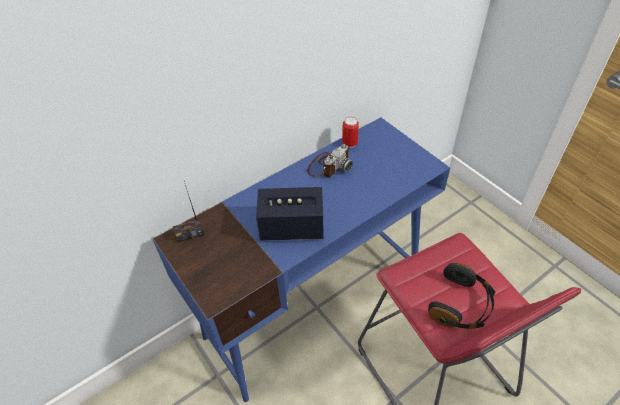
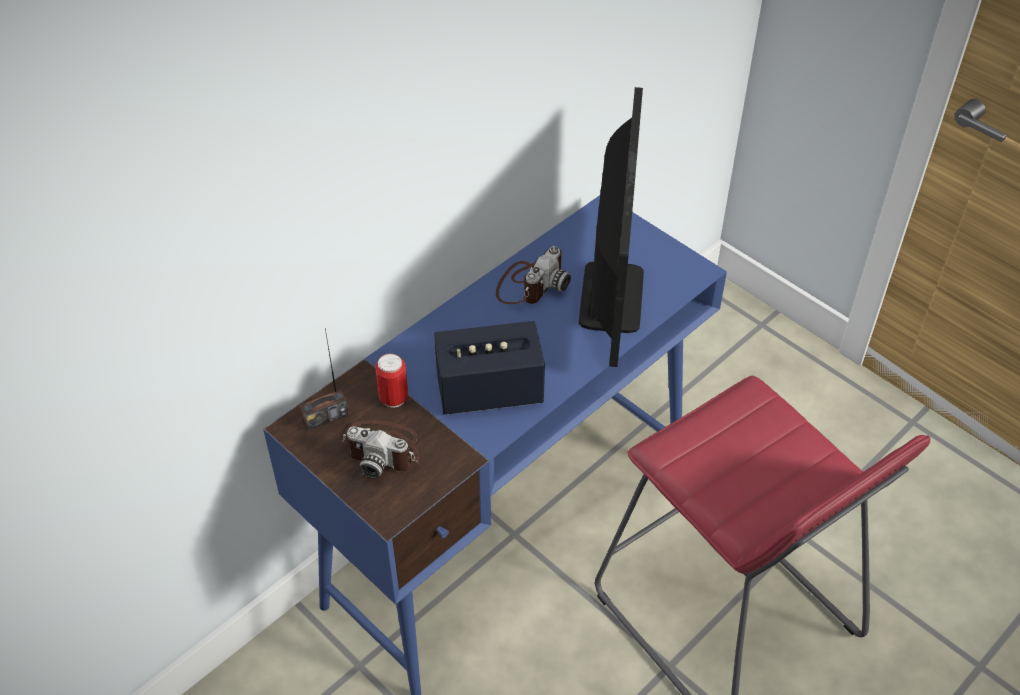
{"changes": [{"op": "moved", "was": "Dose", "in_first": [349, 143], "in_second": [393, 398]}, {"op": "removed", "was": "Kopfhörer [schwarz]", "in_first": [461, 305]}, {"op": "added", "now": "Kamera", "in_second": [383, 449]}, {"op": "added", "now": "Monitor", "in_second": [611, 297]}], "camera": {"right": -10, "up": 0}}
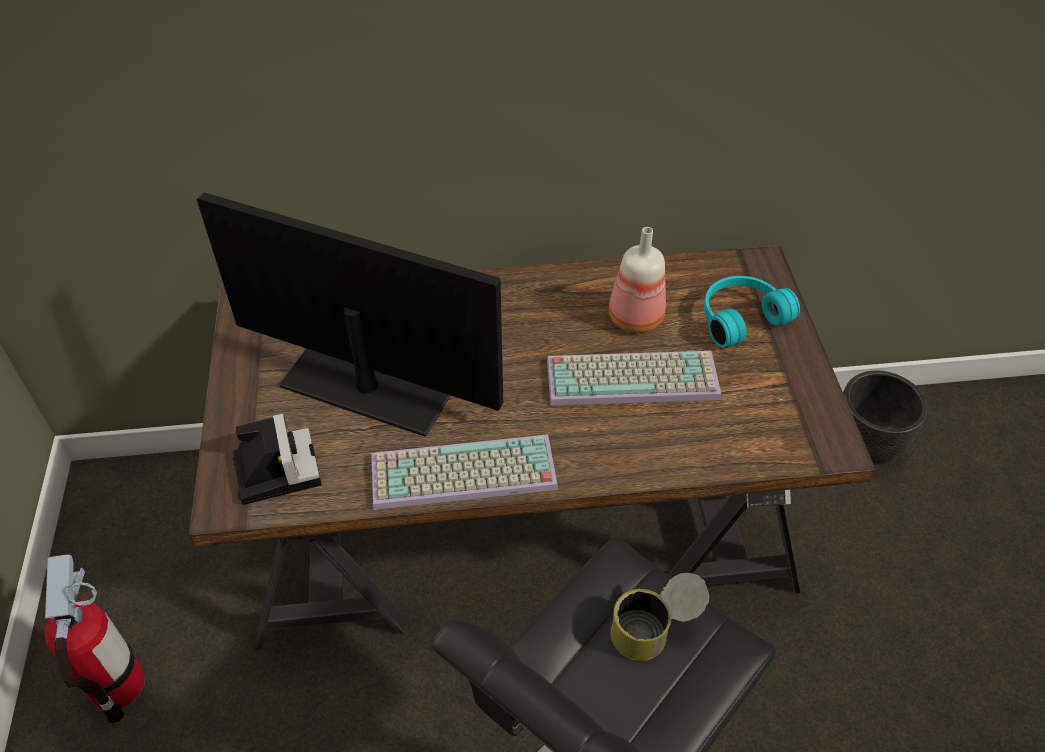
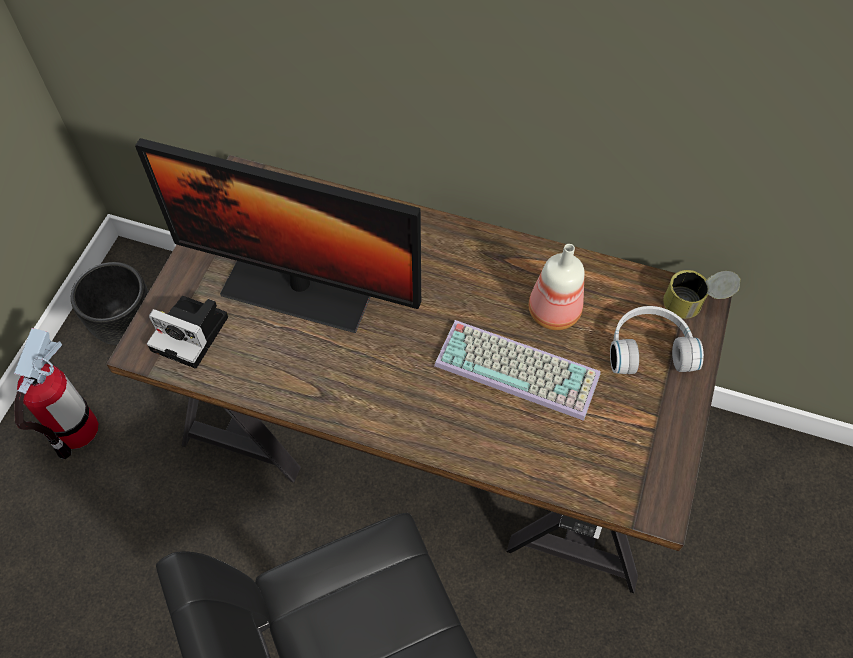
{"changes": [{"op": "turned", "was": "Monitor", "in_first": [369, 384], "in_second": [299, 288], "clockwise": 150}, {"op": "turned", "was": "Kamera", "in_first": [276, 468], "in_second": [193, 333], "clockwise": 105}, {"op": "removed", "was": "Tastatur", "in_first": [461, 476]}, {"op": "moved", "was": "Dose", "in_first": [655, 630], "in_second": [694, 304]}, {"op": "recoloured", "was": "Kopfhörer [türkis]", "now": "Kopfhörer [weiß]", "in_first": [739, 317], "in_second": [649, 347]}, {"op": "moved", "was": "Pflanzkübel [schwarz]", "in_first": [864, 445], "in_second": [126, 325]}], "camera": {"right": 25, "up": 10}}
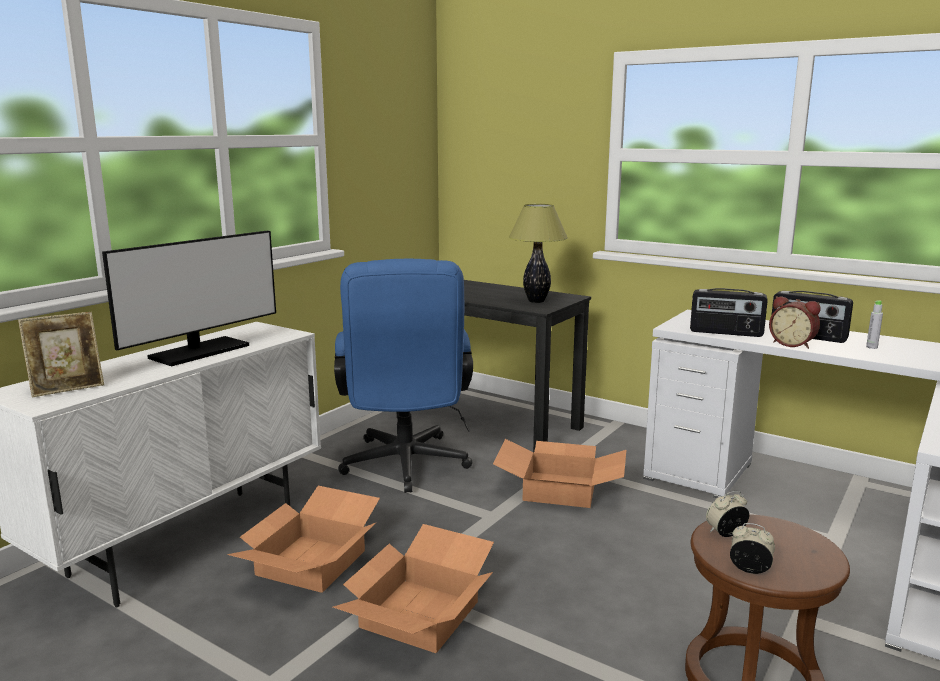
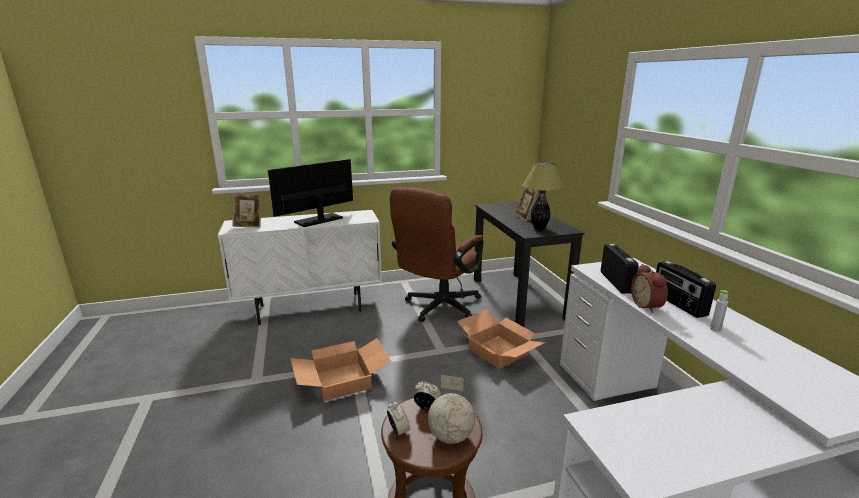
{"changes": [{"op": "turned", "was": "Monitor", "in_first": [200, 352], "in_second": [319, 220], "clockwise": 150}, {"op": "removed", "was": "Karton", "in_first": [310, 561]}, {"op": "recoloured", "was": "Bürostuhl [blau]", "now": "Bürostuhl [braun]", "in_first": [405, 468], "in_second": [438, 308]}, {"op": "turned", "was": "Radio", "in_first": [726, 333], "in_second": [616, 282], "clockwise": -150}, {"op": "added", "now": "Globus", "in_second": [450, 436]}, {"op": "added", "now": "Bilderrahmen", "in_second": [524, 217]}], "camera": {"right": 40, "up": 5}}
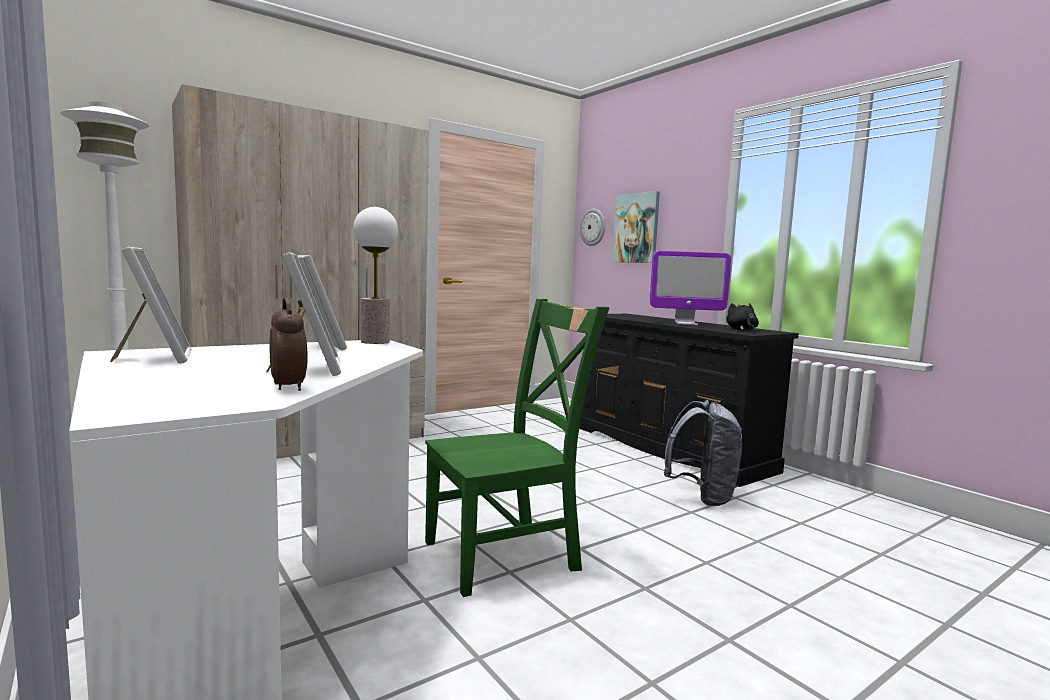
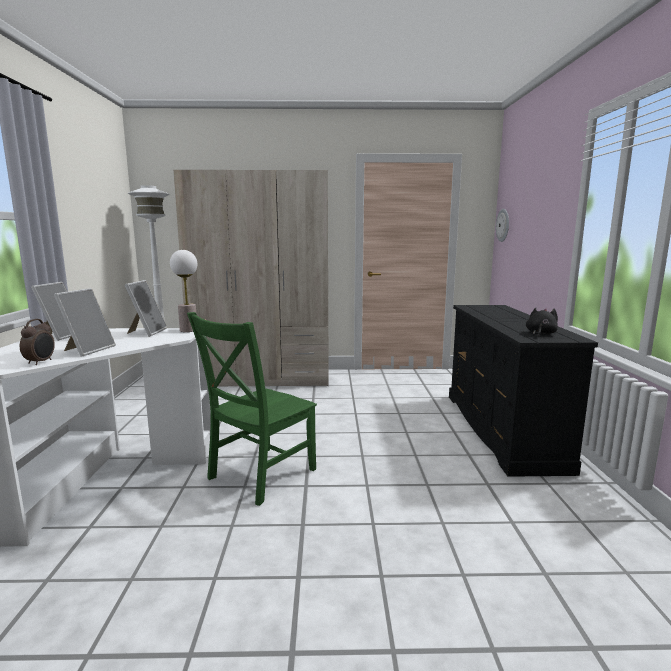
{"changes": [{"op": "turned", "was": "Stuhl [grün]", "in_first": [507, 554], "in_second": [259, 475], "clockwise": 120}, {"op": "removed", "was": "Bild", "in_first": [636, 228]}, {"op": "removed", "was": "Monitor", "in_first": [685, 324]}, {"op": "removed", "was": "Rucksack [grau]", "in_first": [702, 497]}], "camera": {"right": 35, "up": 5}}
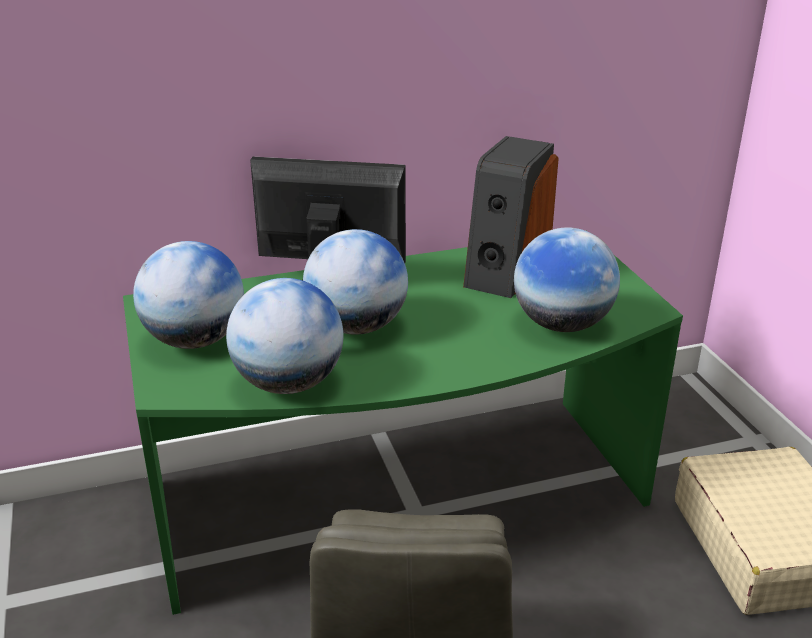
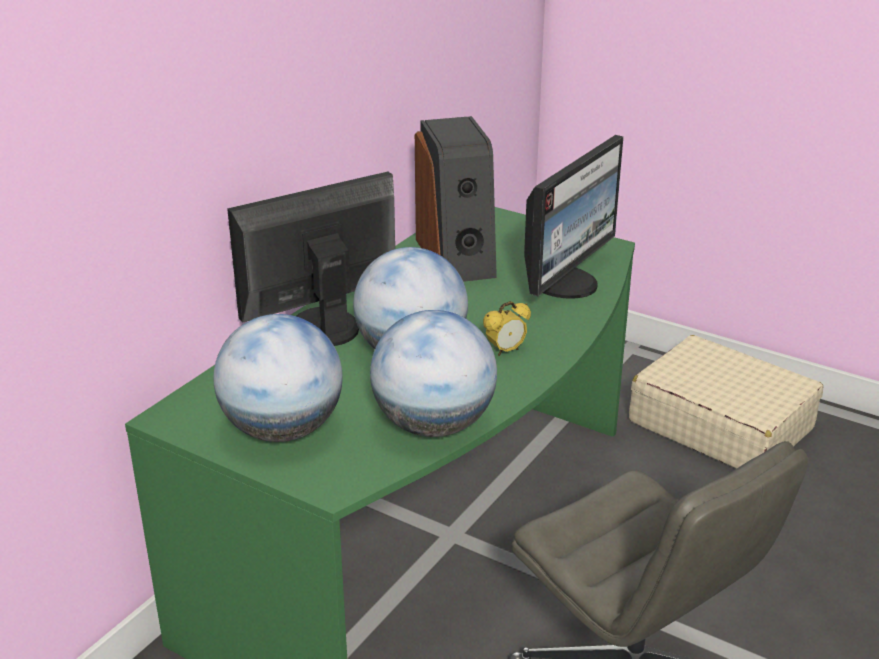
{"changes": [{"op": "replaced", "was": "Globus", "now": "Monitor", "in_first": [561, 324], "in_second": [566, 283]}, {"op": "added", "now": "Wecker", "in_second": [505, 351]}], "camera": {"right": -40, "up": 0}}
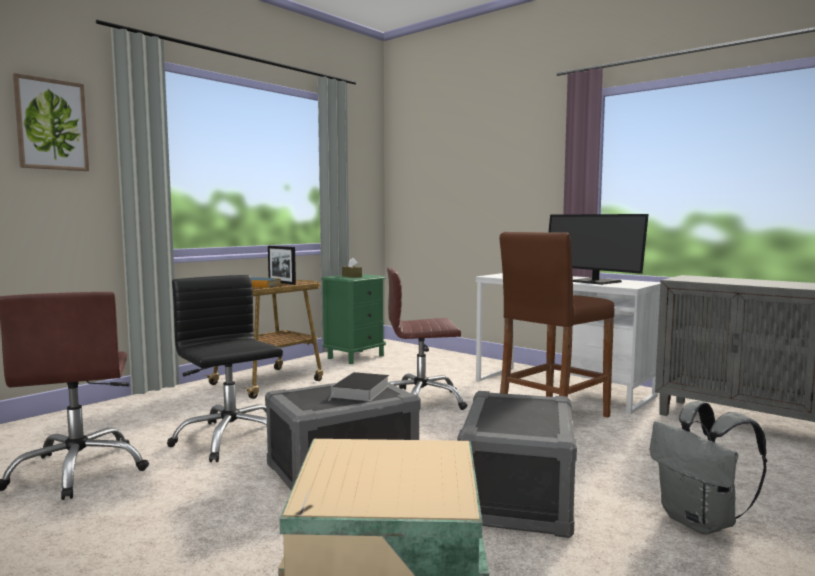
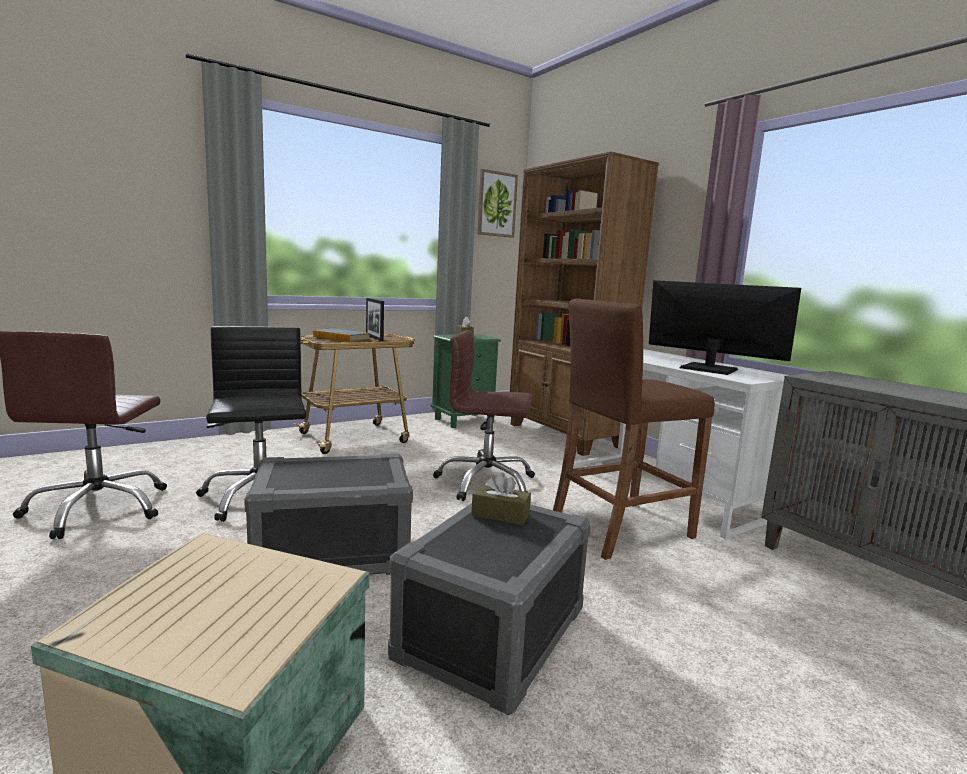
{"changes": [{"op": "moved", "was": "Bild", "in_first": [51, 125], "in_second": [496, 204]}, {"op": "removed", "was": "Buch", "in_first": [360, 391]}, {"op": "turned", "was": "Monitor", "in_first": [595, 282], "in_second": [709, 368], "clockwise": 150}, {"op": "removed", "was": "Rucksack [grau]", "in_first": [701, 522]}, {"op": "added", "now": "Taschentuchbox [braun]", "in_second": [500, 515]}, {"op": "added", "now": "Bücherregal [braun]", "in_second": [564, 436]}], "camera": {"right": 15, "up": 5}}
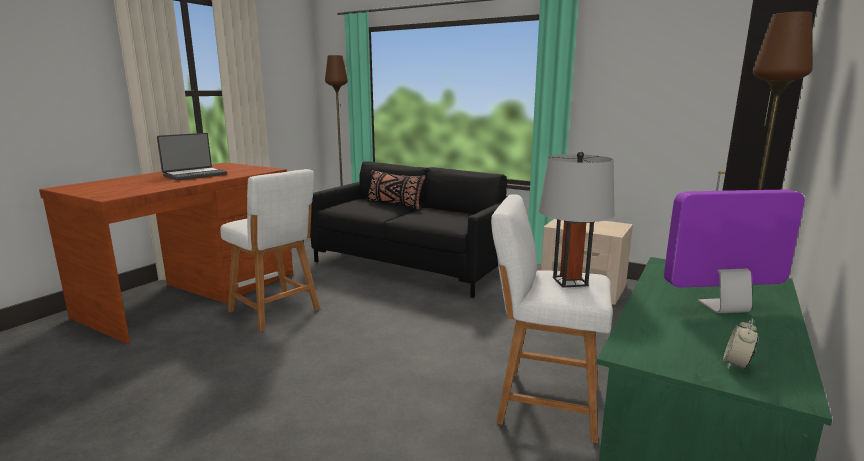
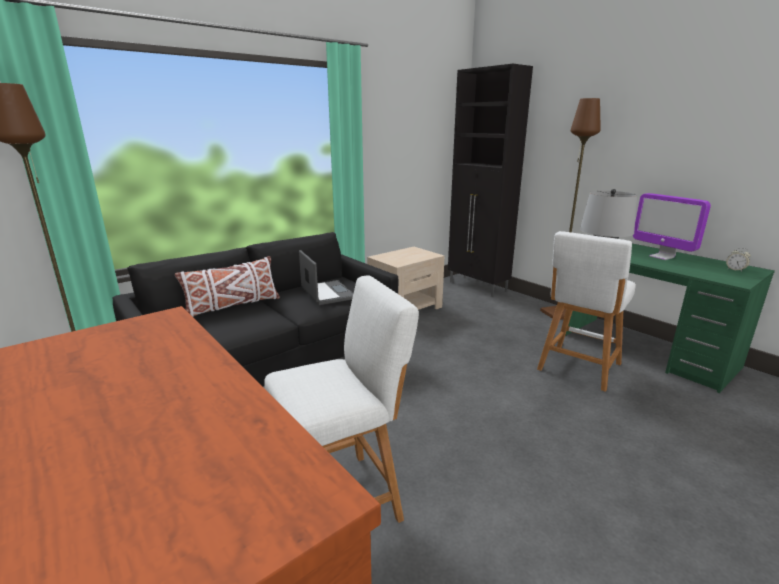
{"changes": [{"op": "moved", "was": "Laptop", "in_first": [195, 175], "in_second": [326, 294]}, {"op": "recoloured", "was": "Kissen [schwarz]", "now": "Kissen [weiß]", "in_first": [394, 204], "in_second": [233, 306]}, {"op": "turned", "was": "Monitor", "in_first": [723, 308], "in_second": [661, 257], "clockwise": -45}], "camera": {"right": -70, "up": 5}}
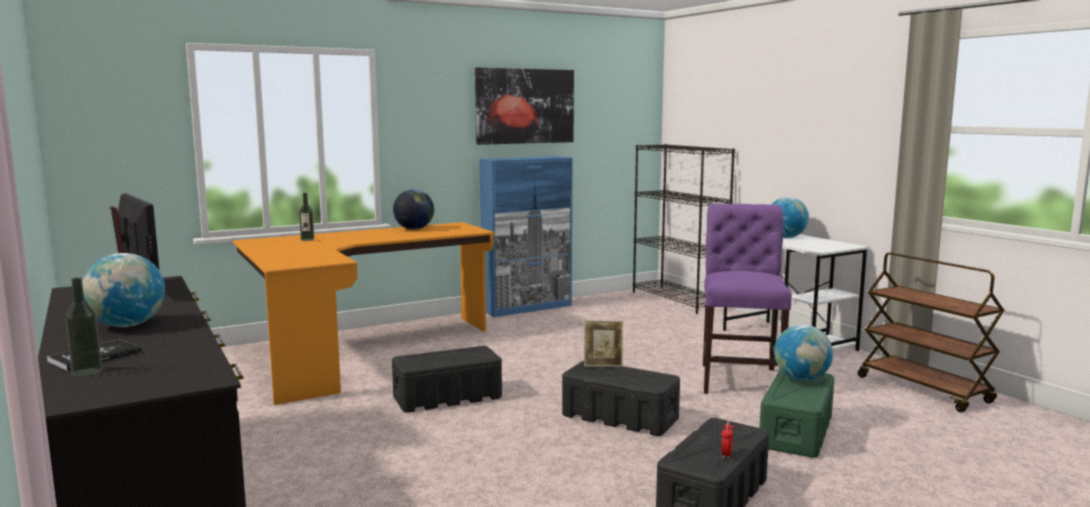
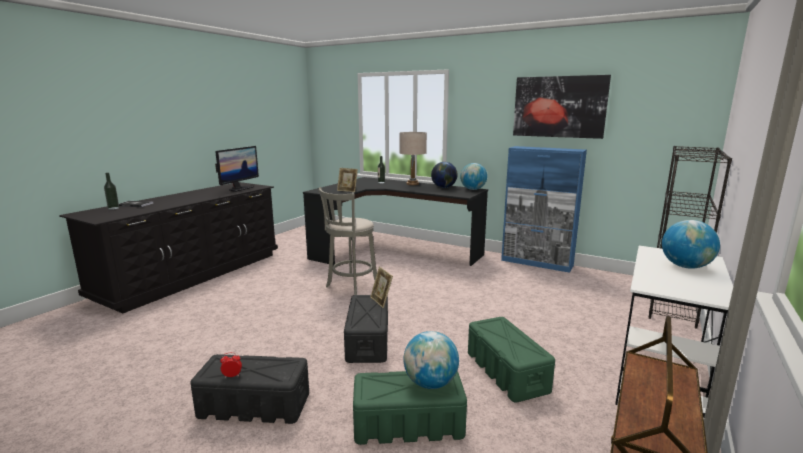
{"changes": [{"op": "moved", "was": "Globus", "in_first": [127, 325], "in_second": [473, 189]}, {"op": "recoloured", "was": "Schreibtisch [orange]", "now": "Schreibtisch [schwarz]", "in_first": [359, 351], "in_second": [393, 251]}, {"op": "replaced", "was": "Aufbewahrungsbox [schwarz]", "now": "Hocker [grau]", "in_first": [446, 397], "in_second": [350, 287]}, {"op": "replaced", "was": "Stuhl [lila]", "now": "Aufbewahrungsbox [grün]", "in_first": [741, 378], "in_second": [507, 372]}, {"op": "added", "now": "Bilderrahmen", "in_second": [347, 190]}, {"op": "added", "now": "Tischlampe [beige]", "in_second": [412, 184]}], "camera": {"right": 60, "up": 5}}
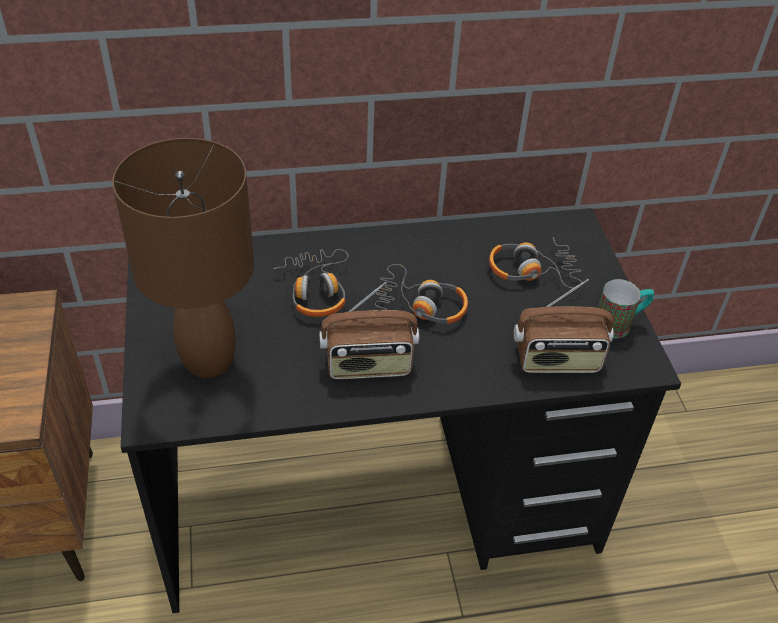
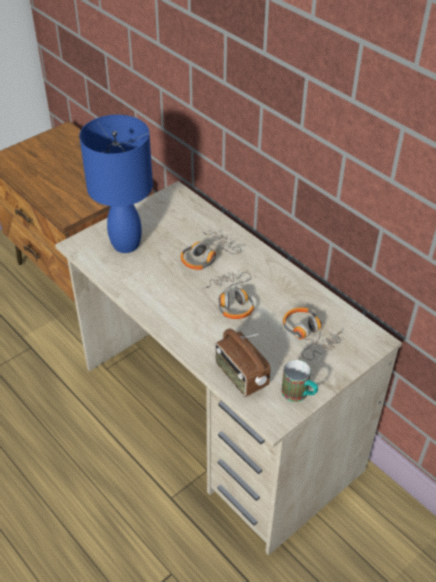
{"changes": [{"op": "recoloured", "was": "Tischlampe [braun]", "now": "Tischlampe [blau]", "in_first": [208, 362], "in_second": [125, 244]}, {"op": "recoloured", "was": "Schreibtisch [schwarz]", "now": "Schreibtisch [beige]", "in_first": [379, 498], "in_second": [218, 418]}, {"op": "removed", "was": "Radio", "in_first": [368, 365]}], "camera": {"right": 60, "up": 0}}
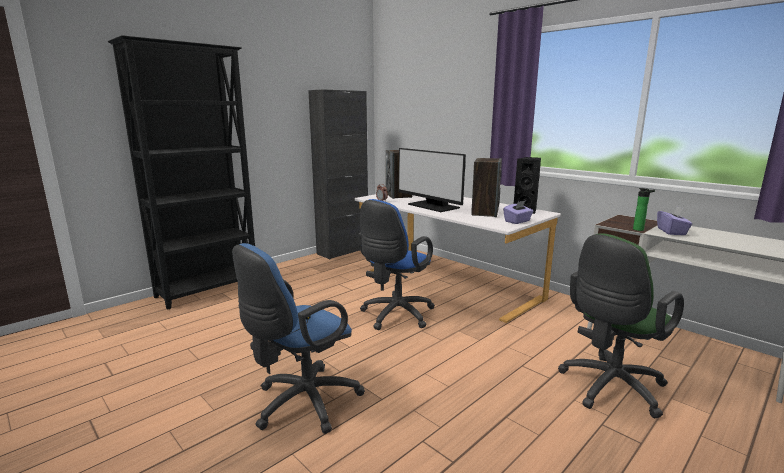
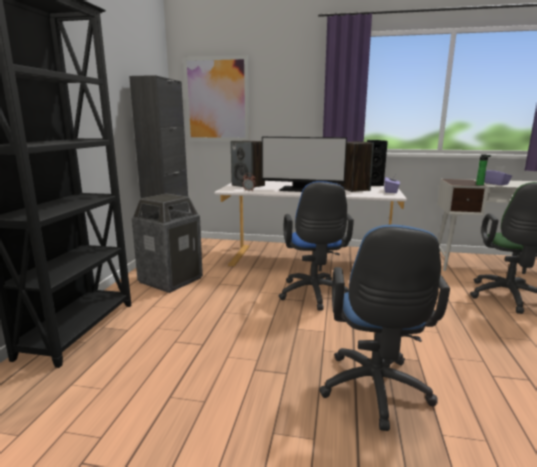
{"changes": [{"op": "added", "now": "Mülleimer", "in_second": [170, 280]}, {"op": "added", "now": "Bild", "in_second": [217, 99]}], "camera": {"right": -35, "up": 0}}
